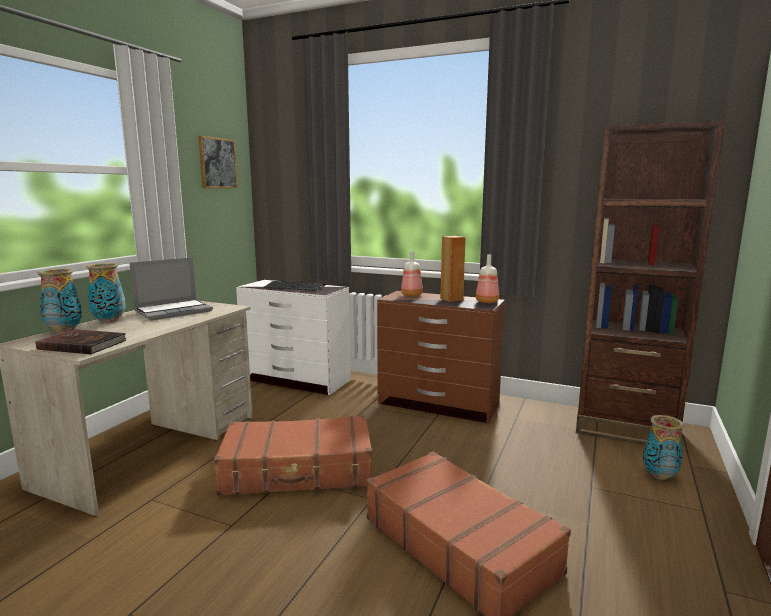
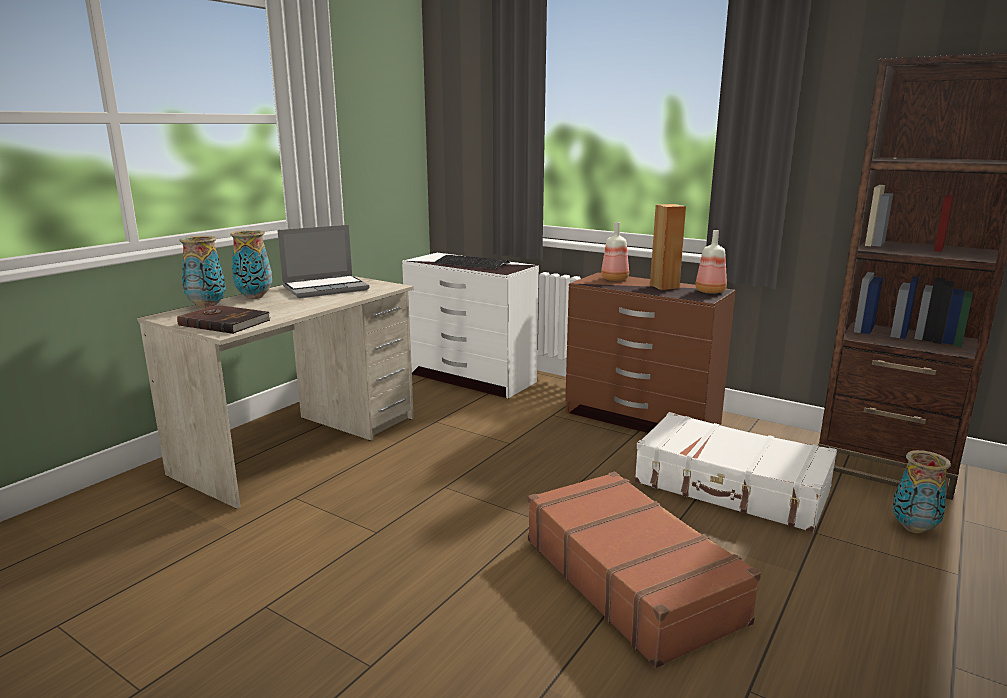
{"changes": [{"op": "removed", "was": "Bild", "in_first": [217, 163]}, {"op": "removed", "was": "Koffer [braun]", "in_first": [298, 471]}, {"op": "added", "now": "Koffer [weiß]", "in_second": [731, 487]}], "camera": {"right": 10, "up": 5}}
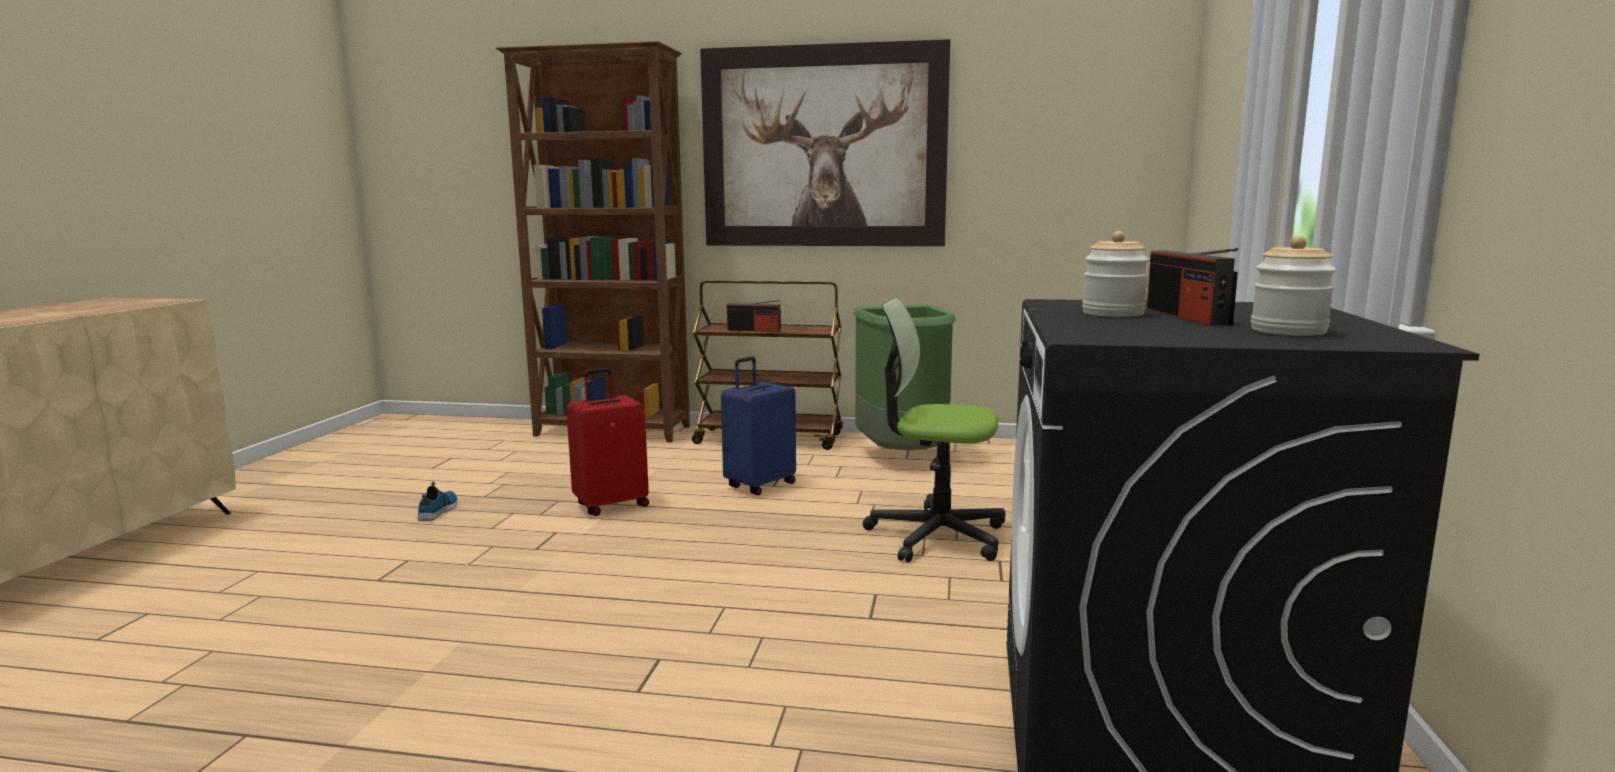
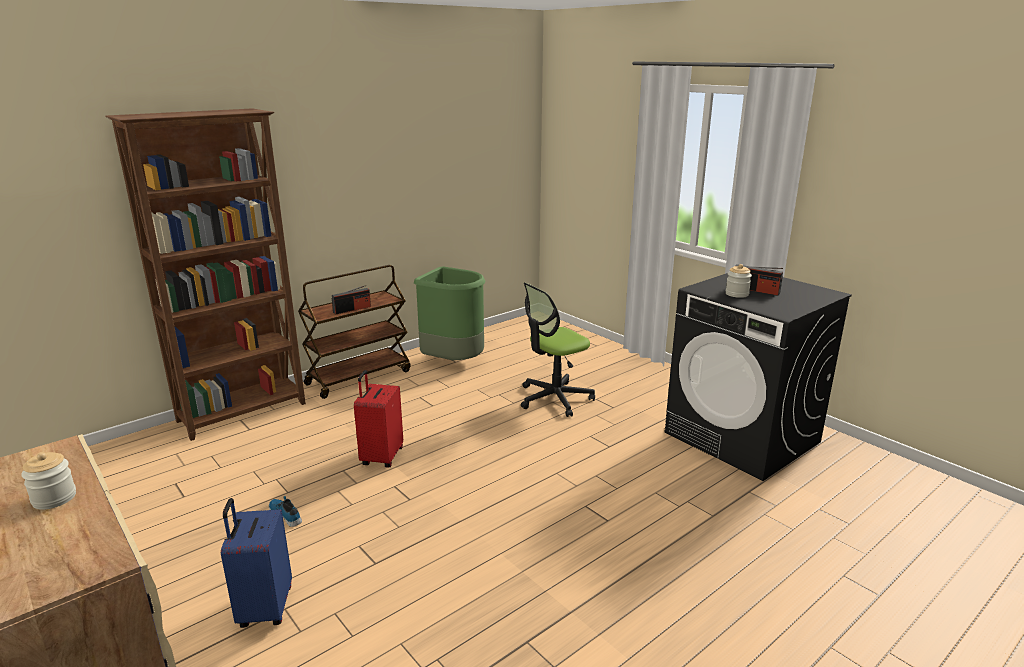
{"changes": [{"op": "removed", "was": "Bild", "in_first": [823, 147]}, {"op": "moved", "was": "Koffer [blau]", "in_first": [759, 485], "in_second": [264, 608]}, {"op": "moved", "was": "Vorratsglas", "in_first": [1288, 331], "in_second": [54, 498]}], "camera": {"right": -50, "up": 10}}
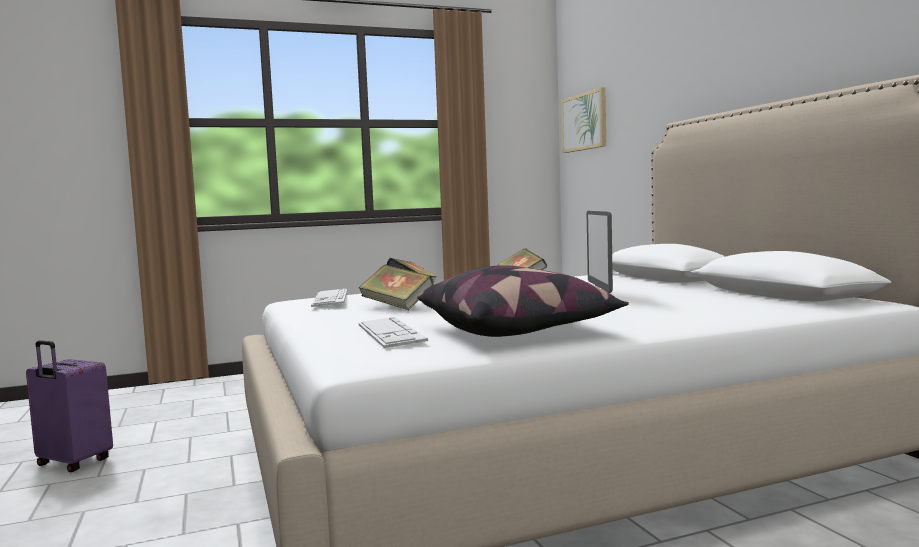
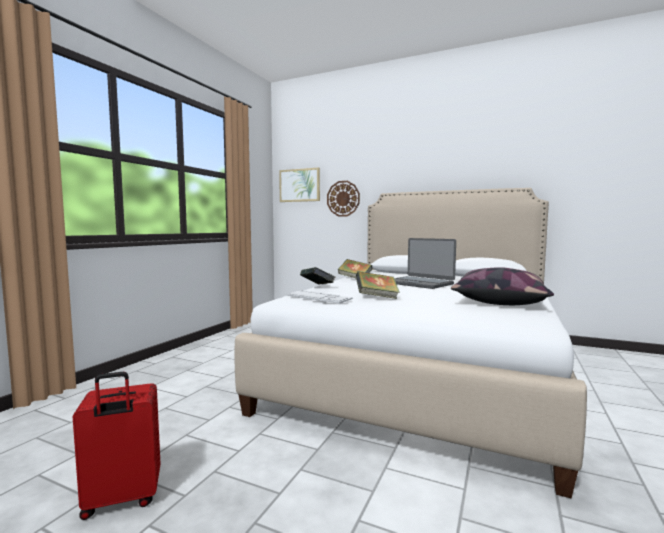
{"changes": [{"op": "recoloured", "was": "Koffer [lila]", "now": "Koffer [rot]", "in_first": [72, 463], "in_second": [122, 500]}, {"op": "removed", "was": "Tastatur", "in_first": [390, 333]}, {"op": "added", "now": "Wanduhr", "in_second": [343, 198]}], "camera": {"right": -45, "up": 0}}
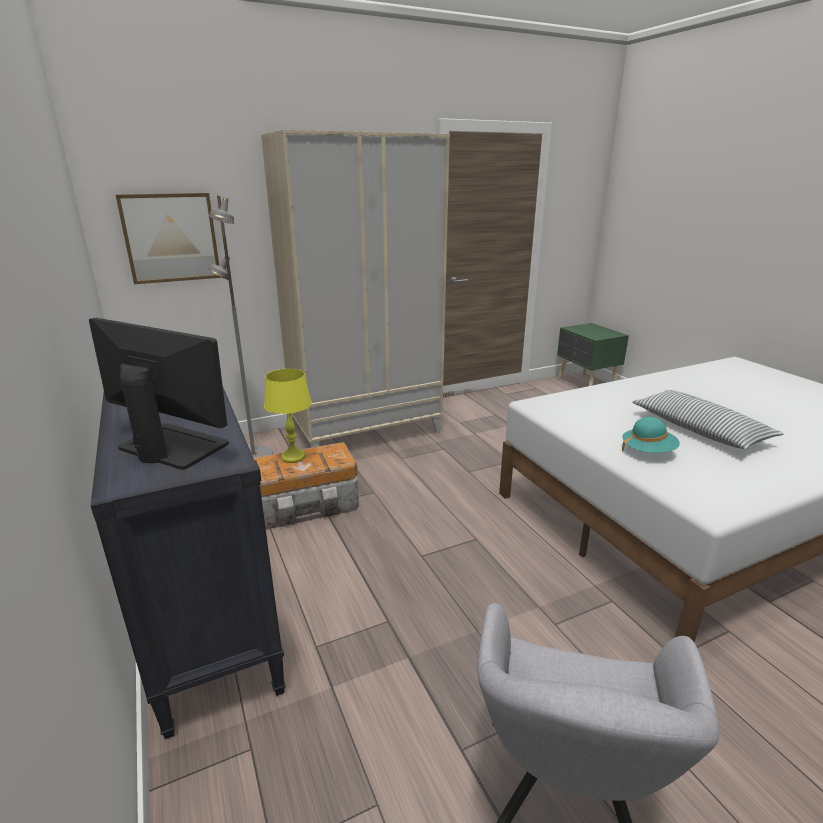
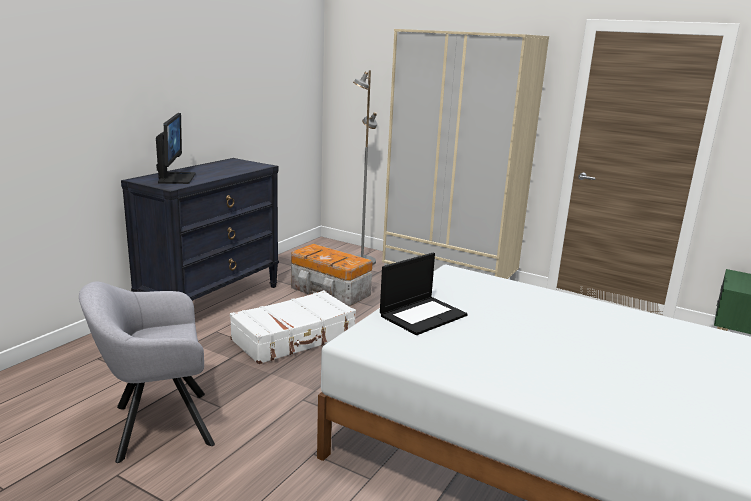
{"changes": [{"op": "removed", "was": "Bild", "in_first": [171, 238]}, {"op": "removed", "was": "Tischlampe [gelb]", "in_first": [293, 457]}, {"op": "replaced", "was": "Hut [türkis]", "now": "Laptop", "in_first": [648, 451], "in_second": [423, 315]}, {"op": "removed", "was": "Kissen", "in_first": [699, 430]}, {"op": "added", "now": "Koffer [weiß]", "in_second": [294, 338]}], "camera": {"right": 55, "up": -5}}
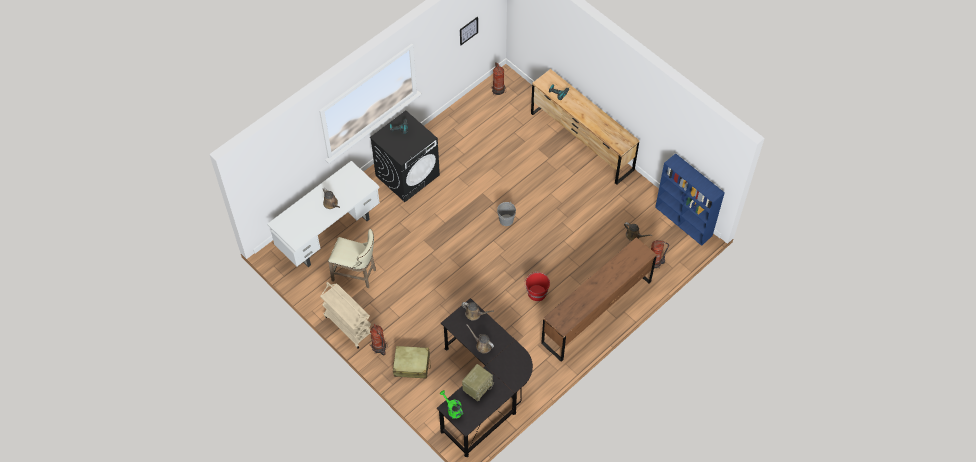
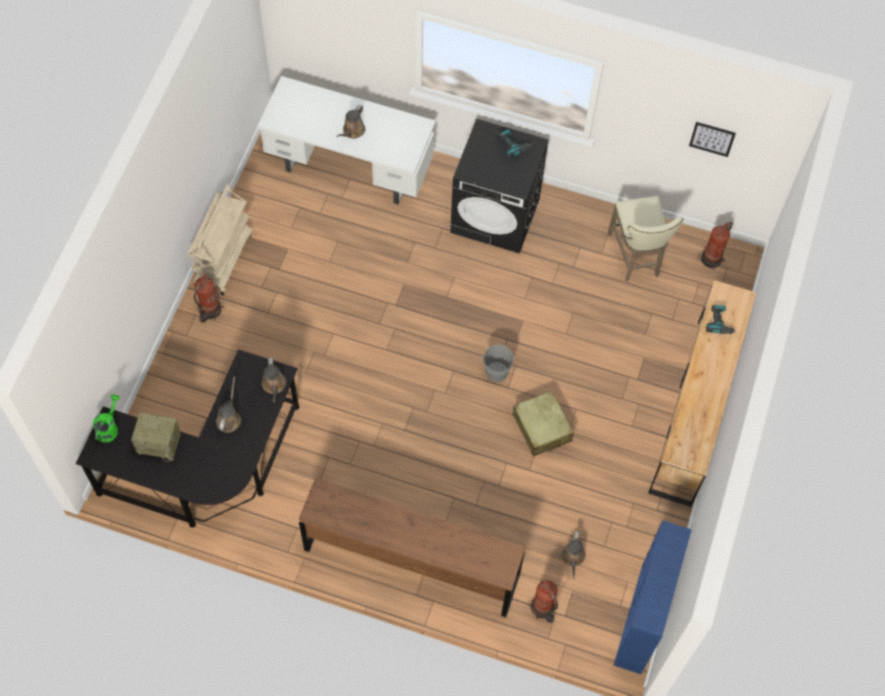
{"changes": [{"op": "moved", "was": "Hocker [beige]", "in_first": [356, 275], "in_second": [635, 257]}, {"op": "moved", "was": "Koffer [beige]", "in_first": [412, 365], "in_second": [542, 428]}, {"op": "removed", "was": "Eimer [rot]", "in_first": [536, 292]}], "camera": {"right": 60, "up": 5}}
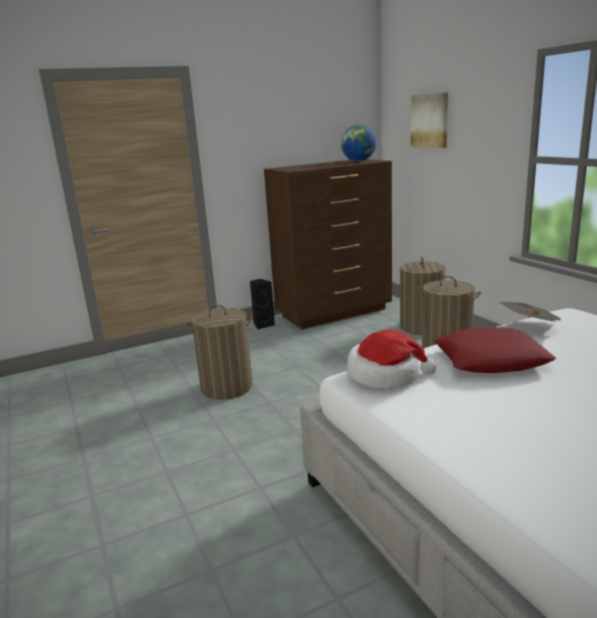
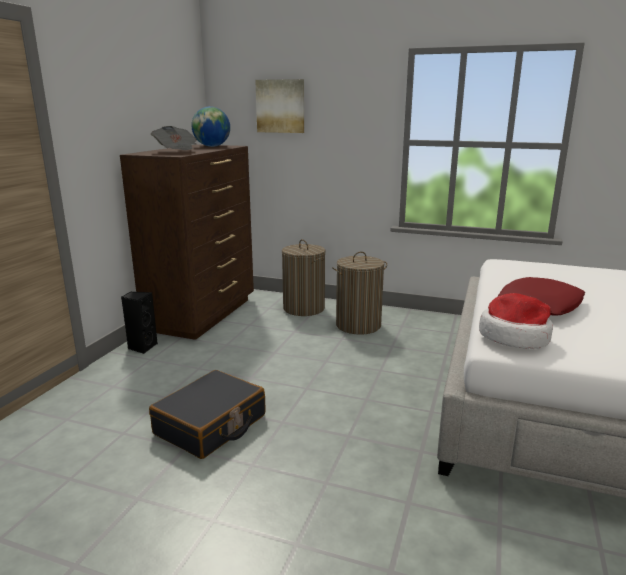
{"changes": [{"op": "replaced", "was": "Wäschekorb", "now": "Koffer [schwarz]", "in_first": [227, 387], "in_second": [211, 425]}, {"op": "moved", "was": "Zeitung", "in_first": [530, 327], "in_second": [177, 152]}], "camera": {"right": -45, "up": 0}}
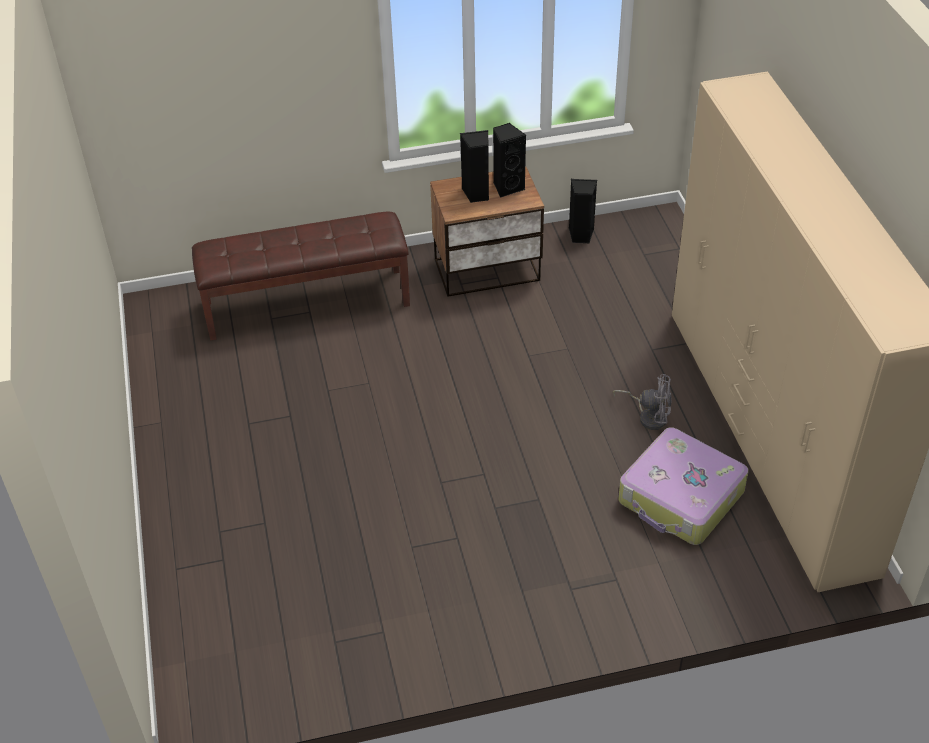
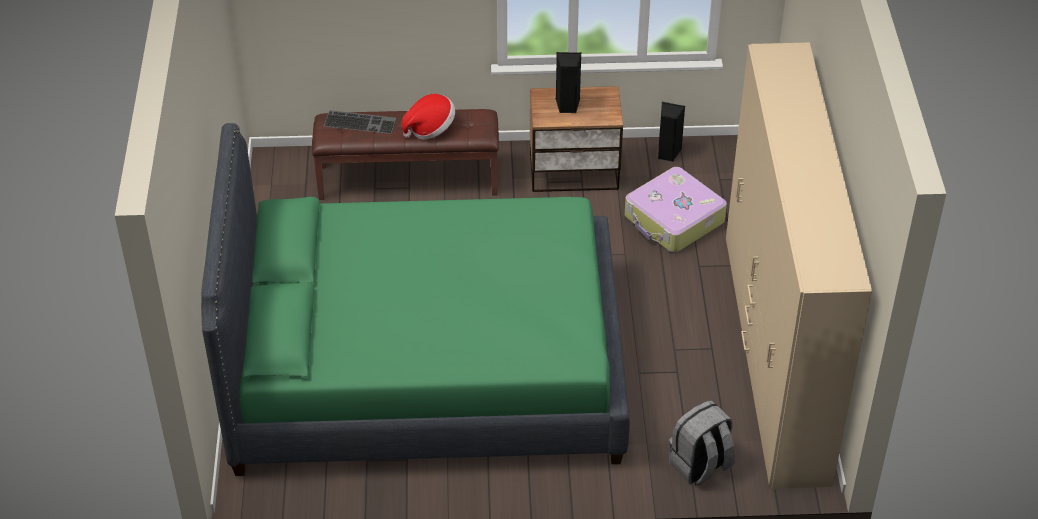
{"changes": [{"op": "removed", "was": "Lautsprecher [schwarz]", "in_first": [507, 187]}, {"op": "removed", "was": "Ventilator [grau]", "in_first": [649, 416]}, {"op": "moved", "was": "Koffer", "in_first": [681, 498], "in_second": [673, 220]}, {"op": "added", "now": "Bett [grün]", "in_second": [426, 367]}, {"op": "added", "now": "Tastatur", "in_second": [361, 121]}, {"op": "added", "now": "Hut", "in_second": [430, 128]}, {"op": "added", "now": "Rucksack [grau]", "in_second": [700, 466]}], "camera": {"right": 10, "up": 0}}
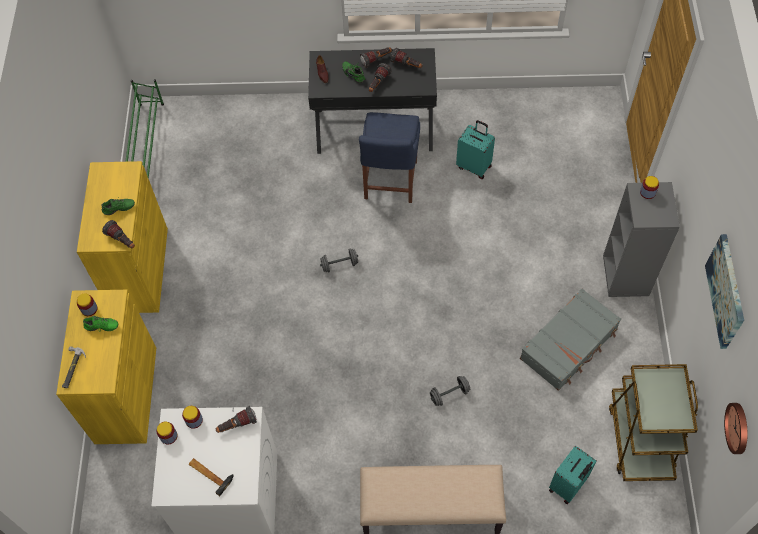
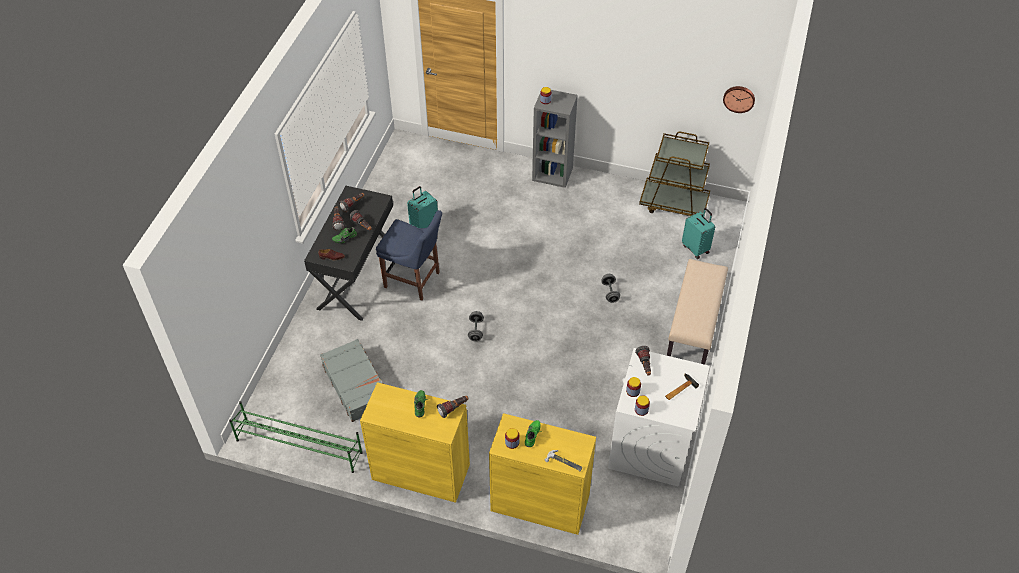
{"changes": [{"op": "moved", "was": "Koffer [grau]", "in_first": [569, 344], "in_second": [356, 385]}, {"op": "removed", "was": "Bild", "in_first": [726, 291]}], "camera": {"right": -75, "up": -10}}
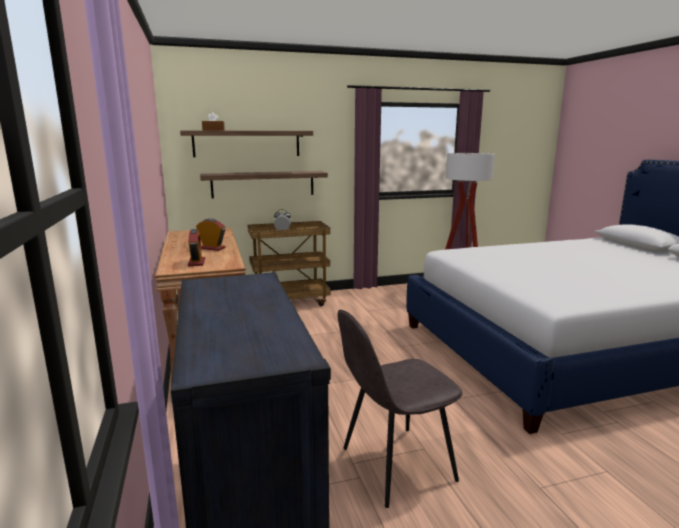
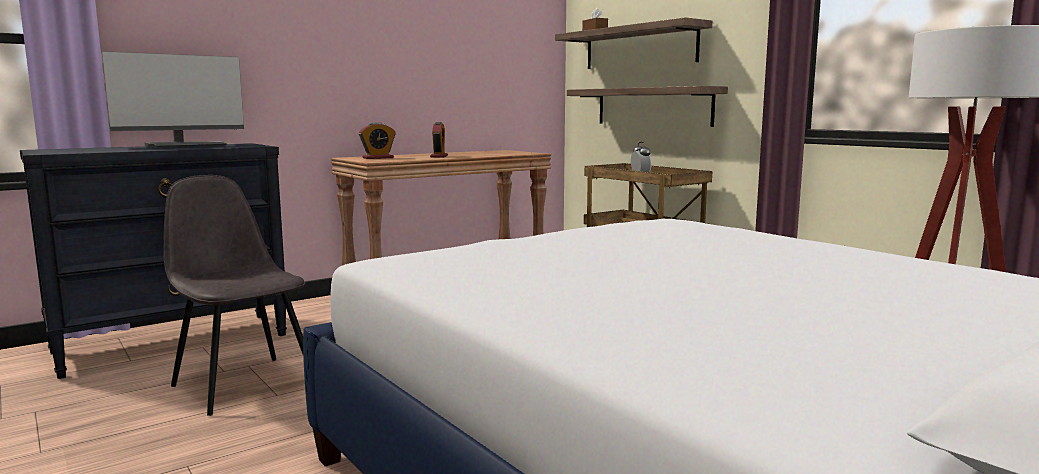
{"changes": [{"op": "added", "now": "Monitor", "in_second": [185, 146]}], "camera": {"right": 70, "up": -5}}
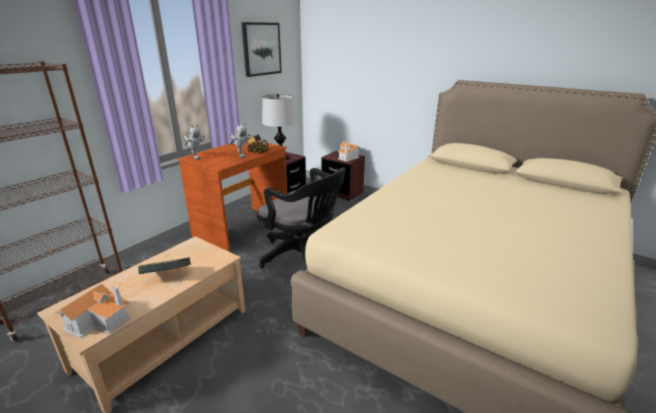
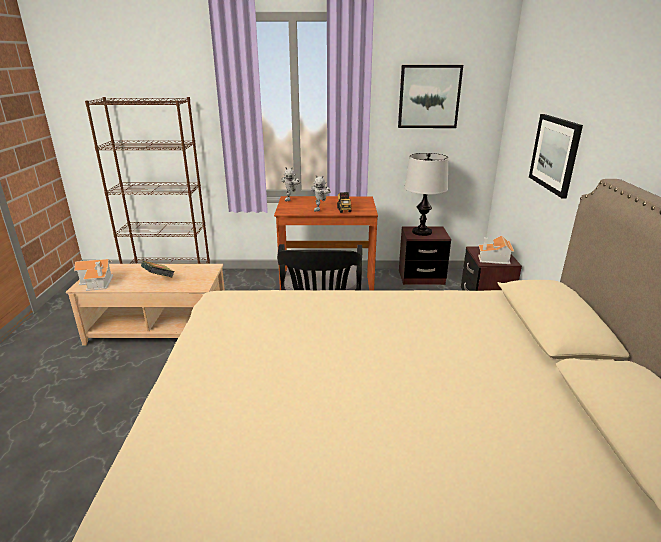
{"changes": [{"op": "added", "now": "Bild", "in_second": [555, 154]}], "camera": {"right": 55, "up": 0}}
